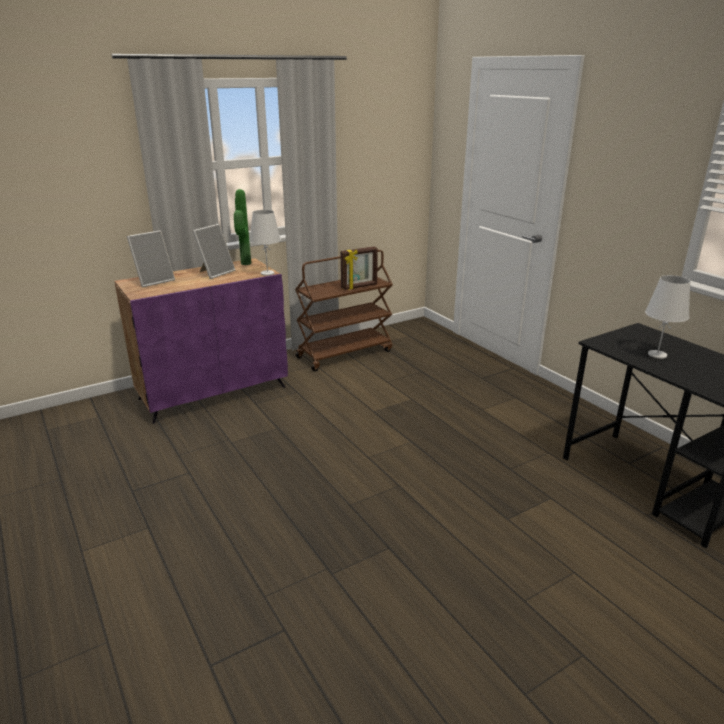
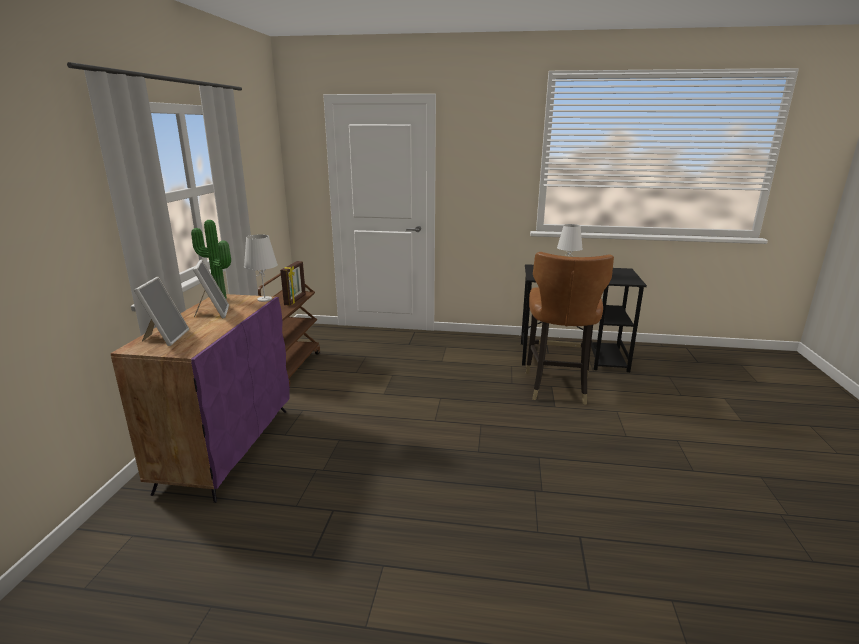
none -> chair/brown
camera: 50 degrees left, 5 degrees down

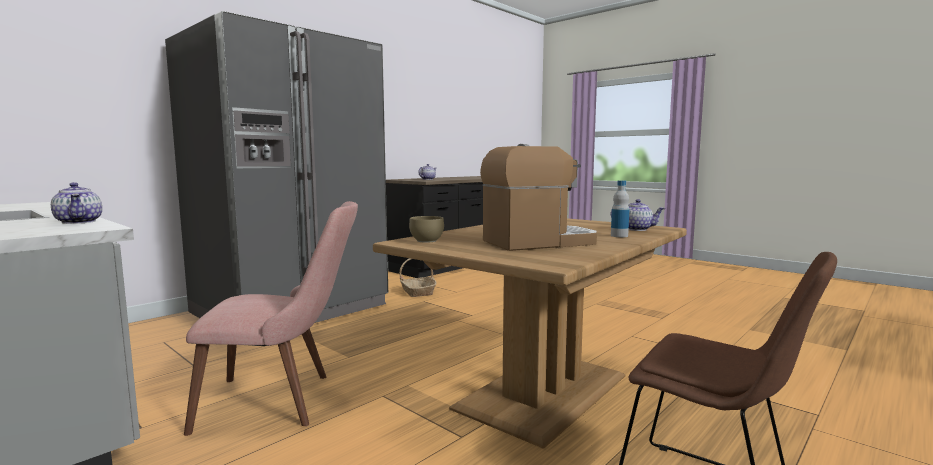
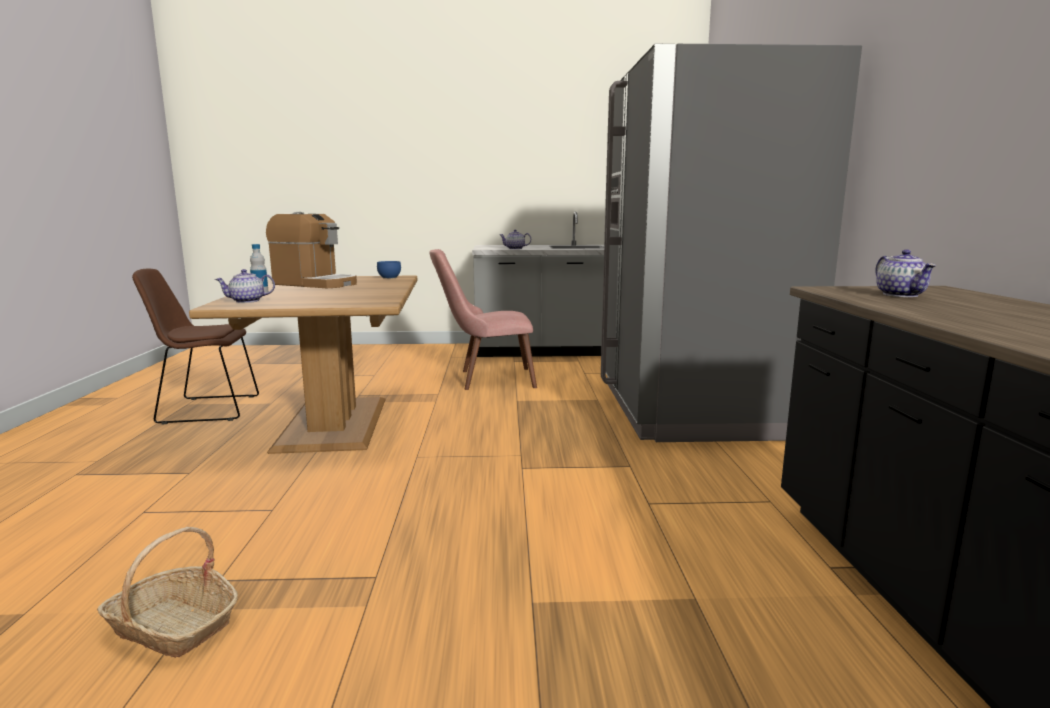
basket, moved
bowl/brown -> bowl/blue
chair/pink, 45 degrees clockwise
coffee machine, 90 degrees counterclockwise
camera: 135 degrees right, 5 degrees up

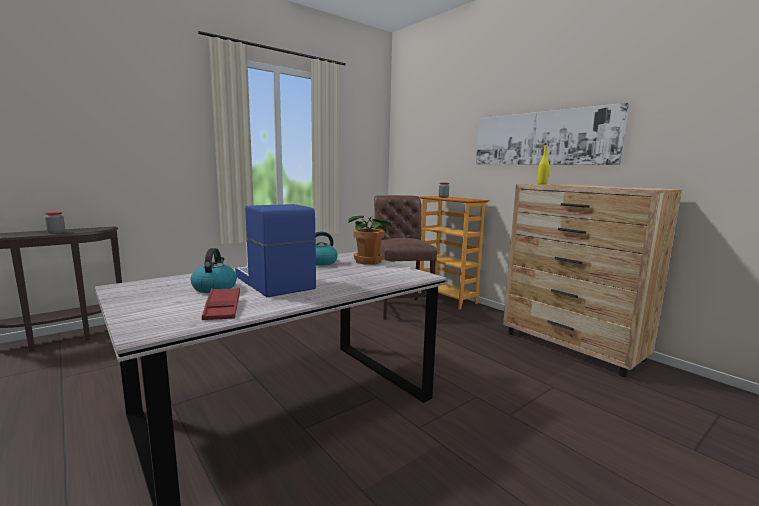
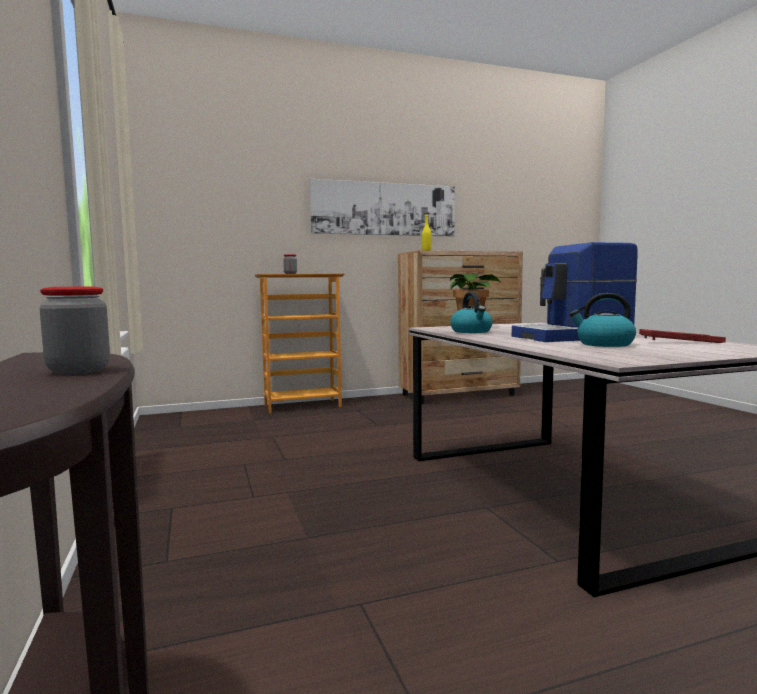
chair/brown -> none
camera: 70 degrees left, 5 degrees down

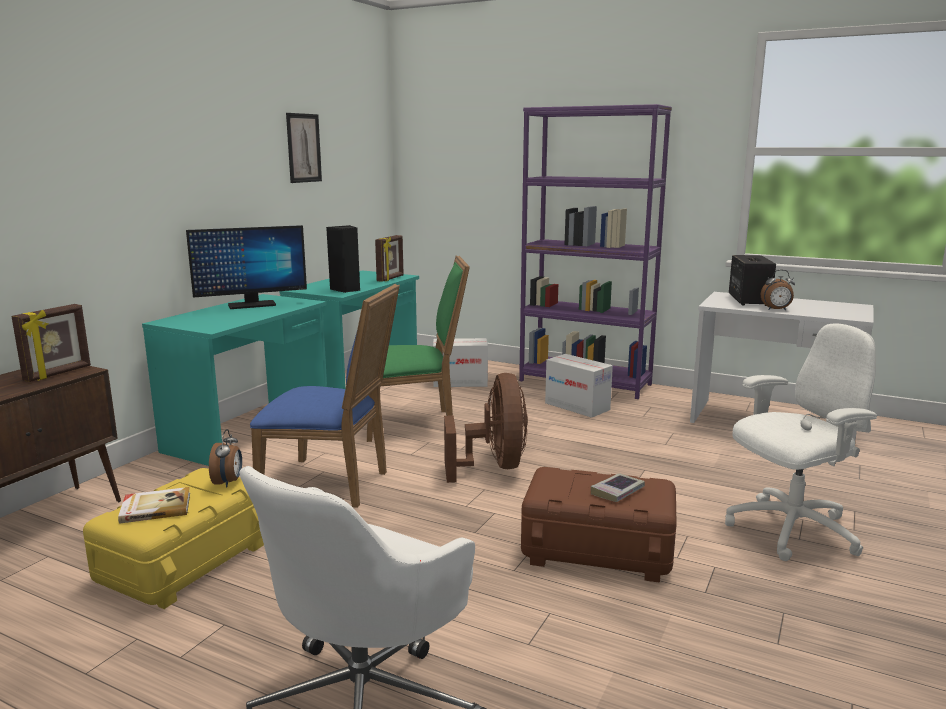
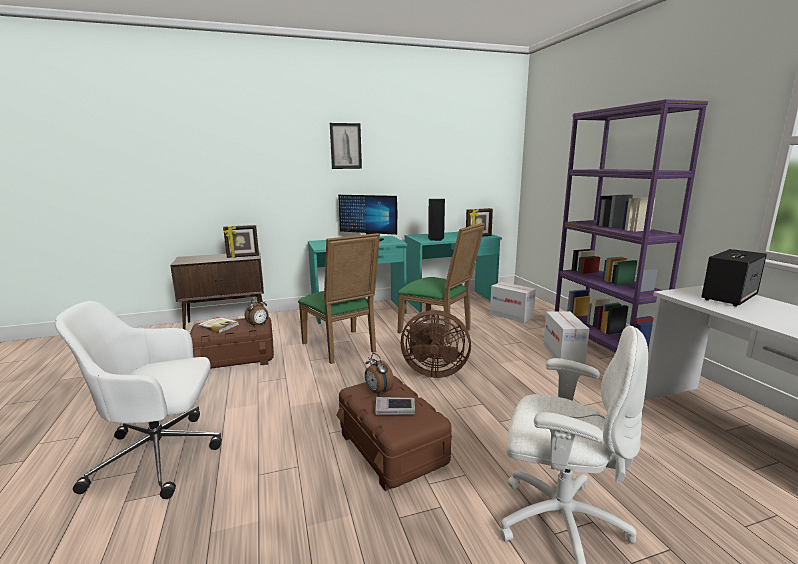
picture, moved
alarm clock (2nd from left), moved
storage box/yellow -> storage box/brown (1st from left)
chair/blue -> chair/green (1st from left)
fan/brown, 60 degrees clockwise
camera: 45 degrees right, 0 degrees up

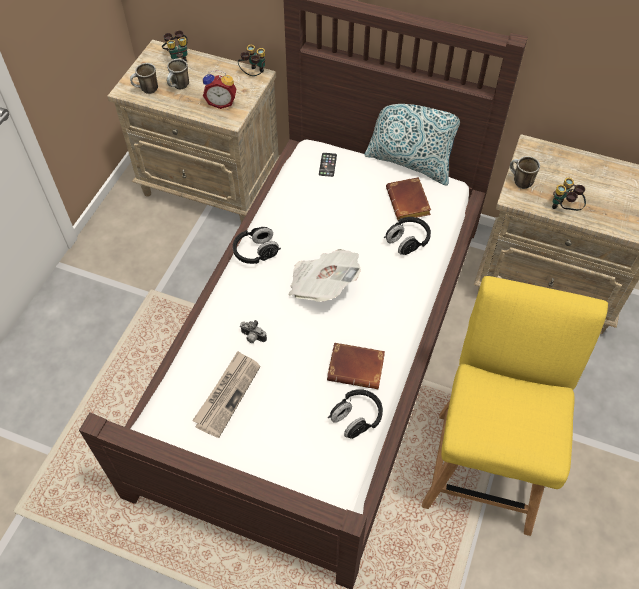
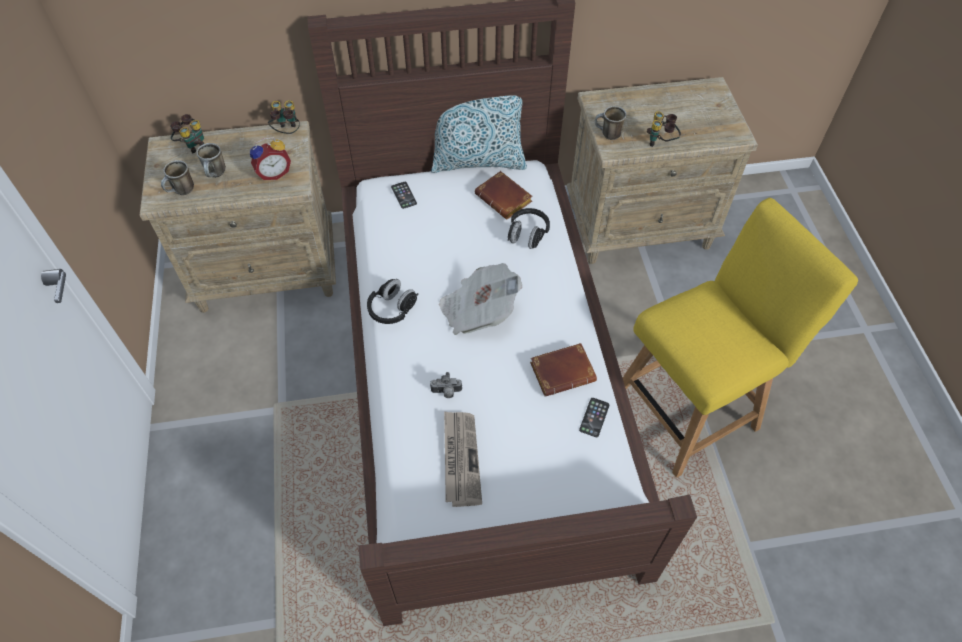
headphones/black (2nd from left) -> phone (2nd from left)
chair/yellow, 75 degrees clockwise
camera: 30 degrees left, 0 degrees up

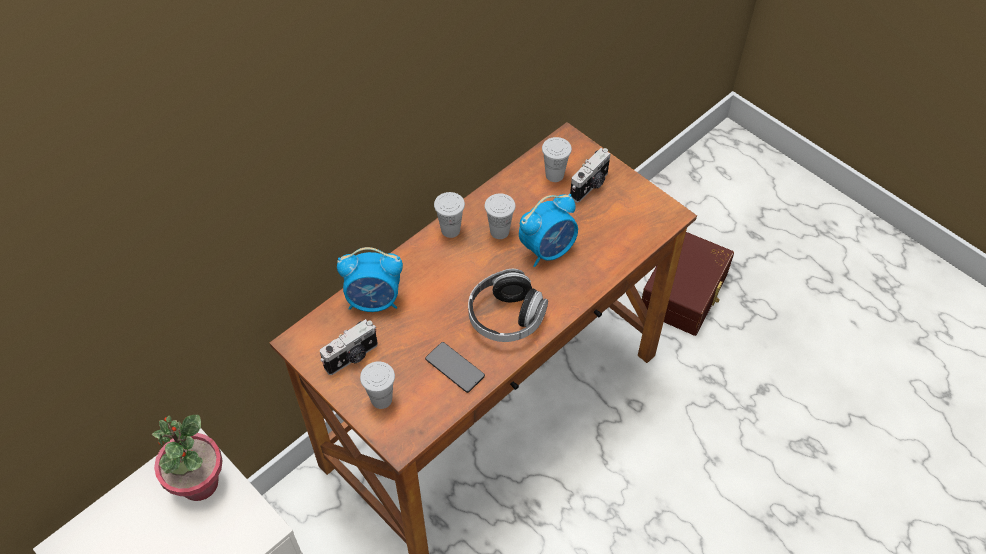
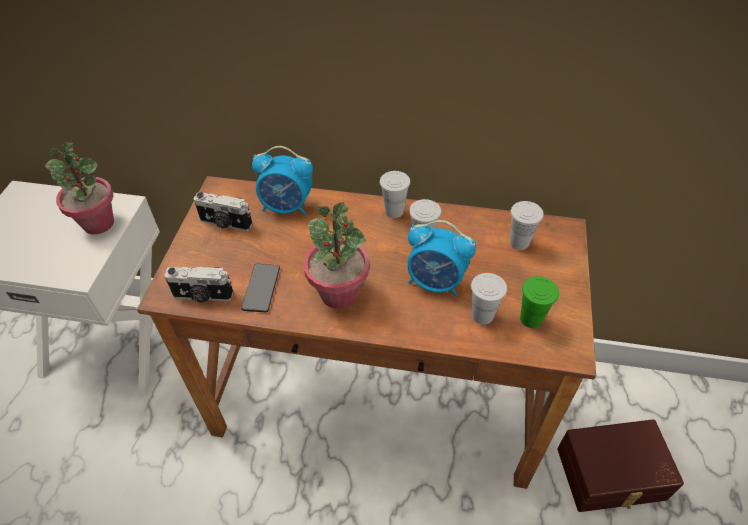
none -> cup/green
cup/white (1st from left in the first image) -> cup/white (3rd from left), moved
photo camera (2nd from left in the first image) -> photo camera (1st from left), moved
headphones -> potted plant (2nd from left)
alarm clock (1st from left), 45 degrees counterclockwise
camera: 55 degrees right, 5 degrees down

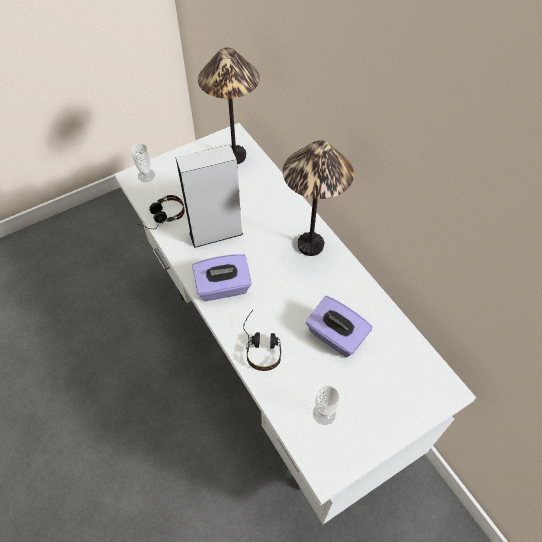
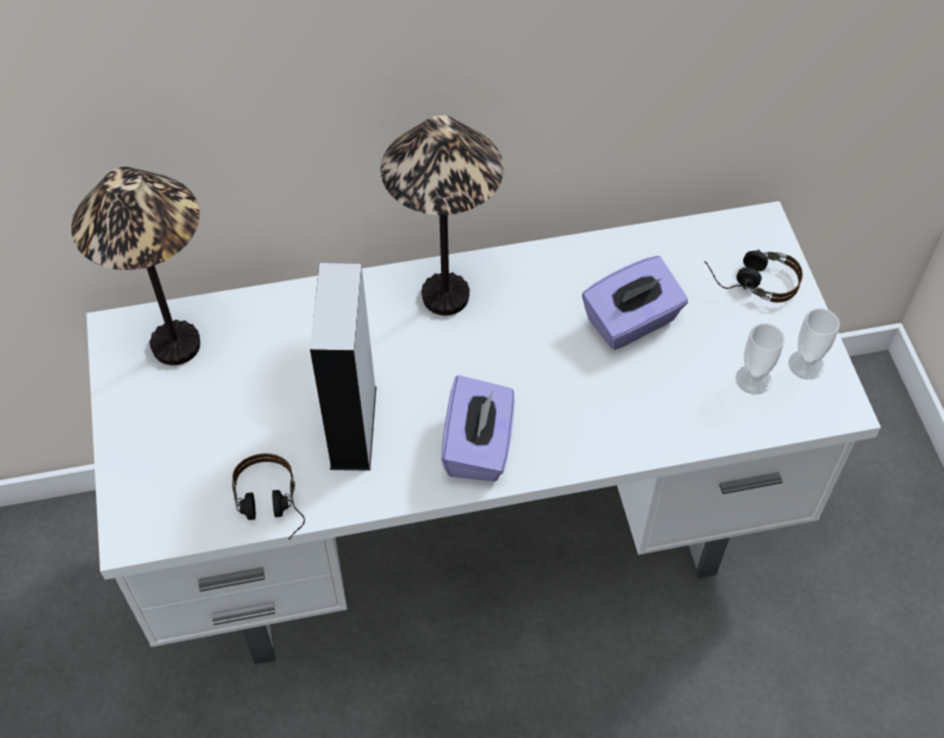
cup (1st from left in the first image) -> cup (2nd from left), moved
headphones (2nd from left), moved
camera: 70 degrees left, 0 degrees up

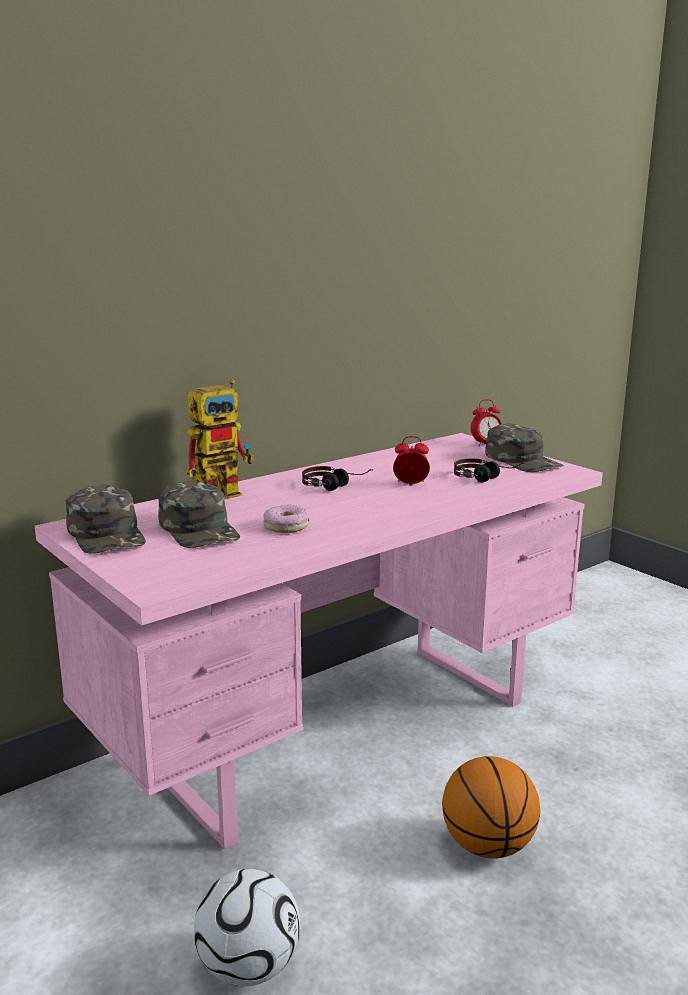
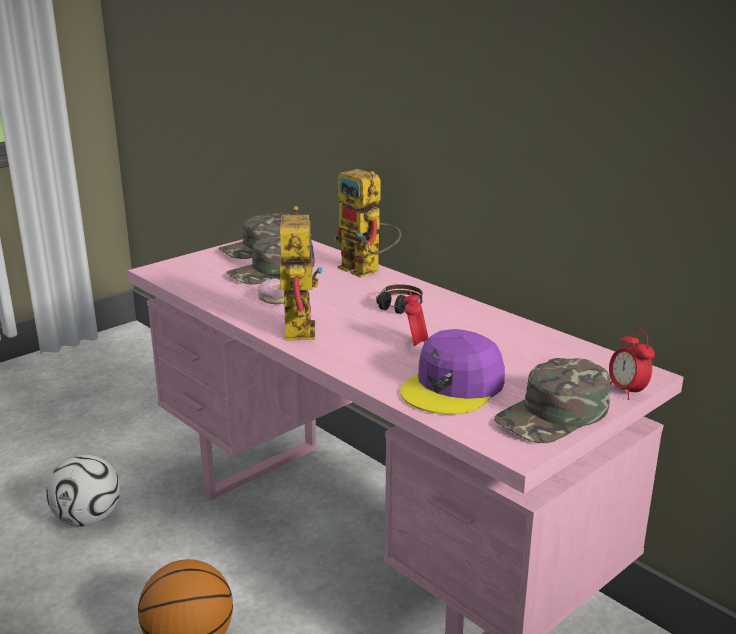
none -> toy robot (1st from left)
headphones (2nd from left) -> cap/purple
camera: 85 degrees right, 5 degrees up

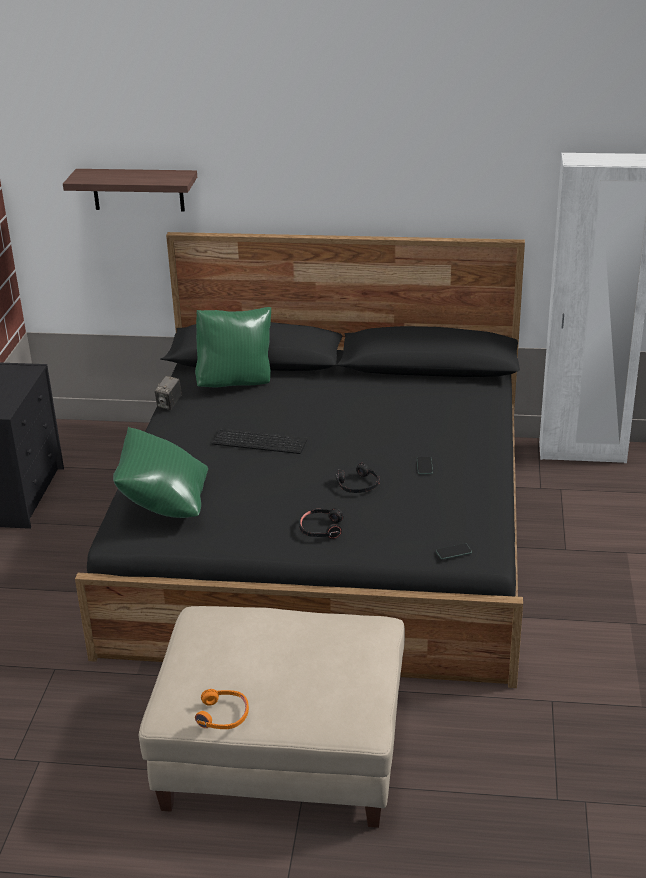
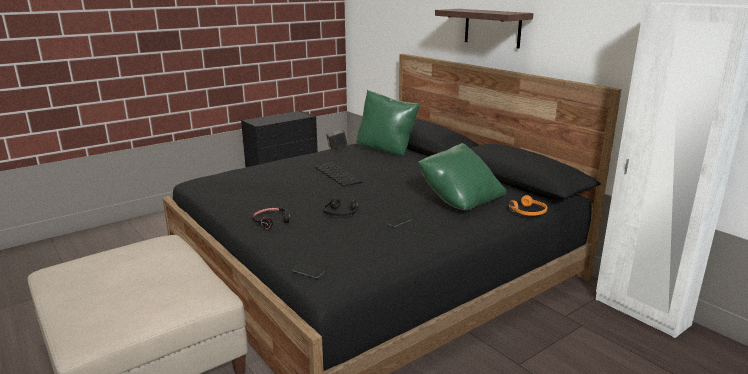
shelf, moved
pillow/green (1st from left in the first image) -> pillow/green (2nd from left), moved
headphones/orange, moved
camera: 45 degrees right, 10 degrees down

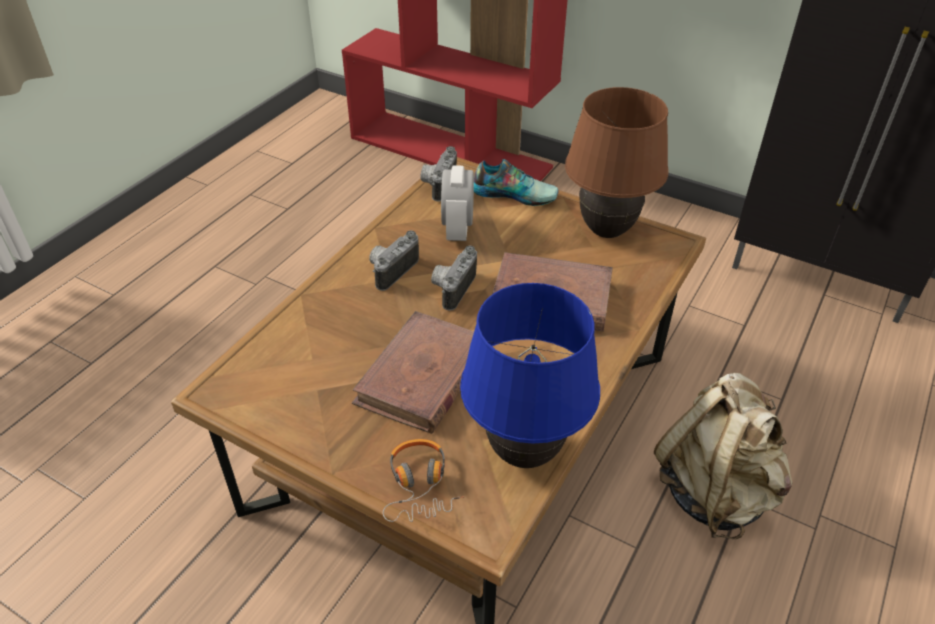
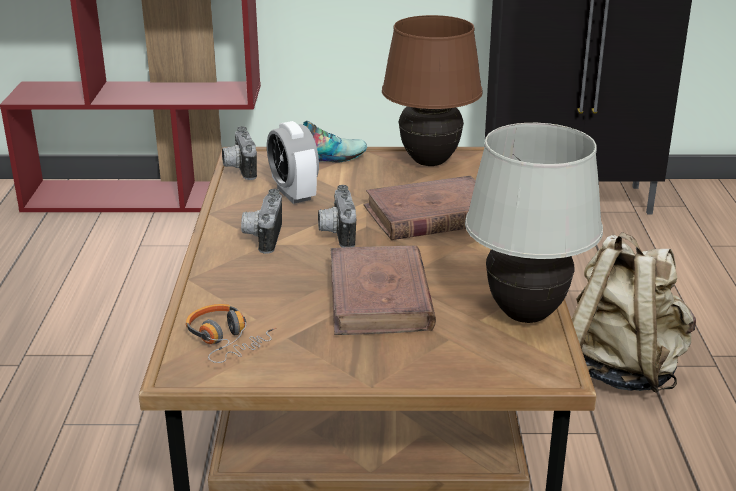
headphones, moved
table lamp/blue -> table lamp/white
camera: 30 degrees left, 15 degrees down

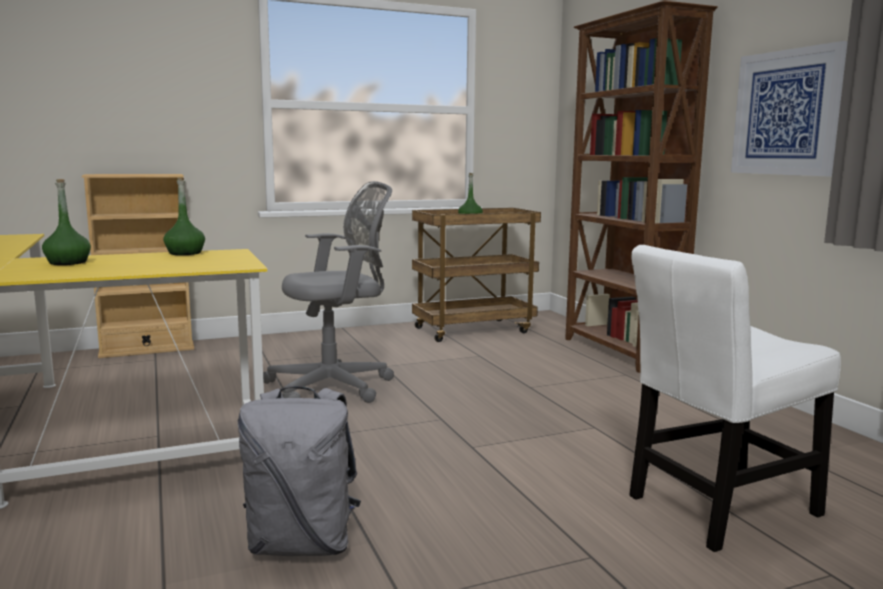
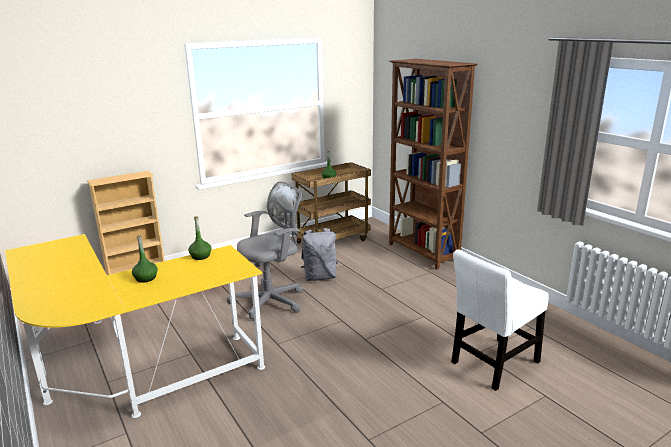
picture -> none
backpack/grey, moved
camera: 10 degrees left, 10 degrees up

